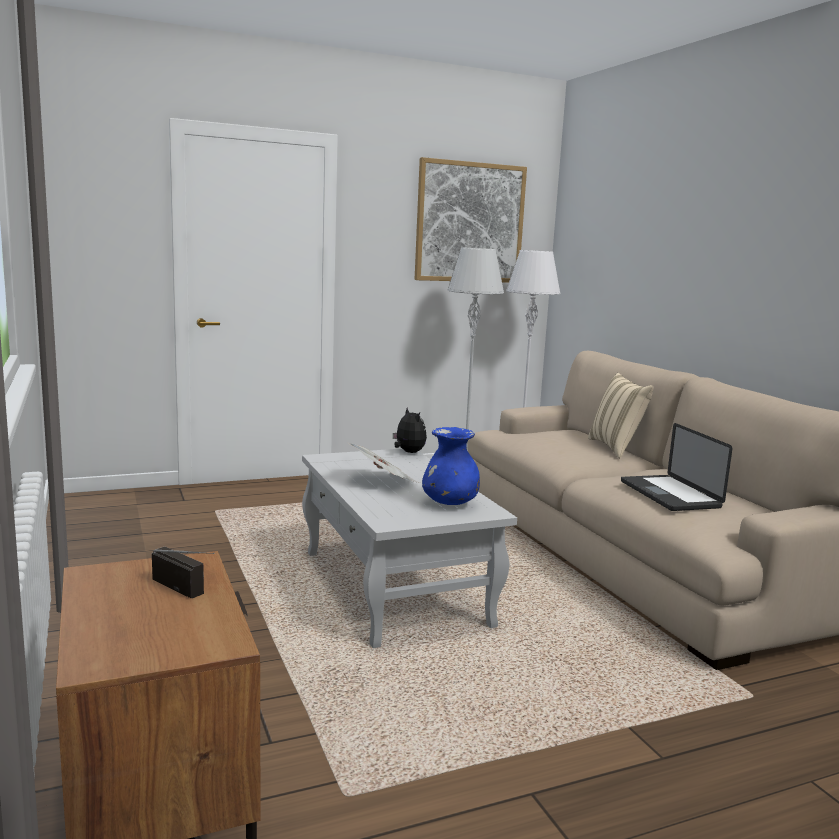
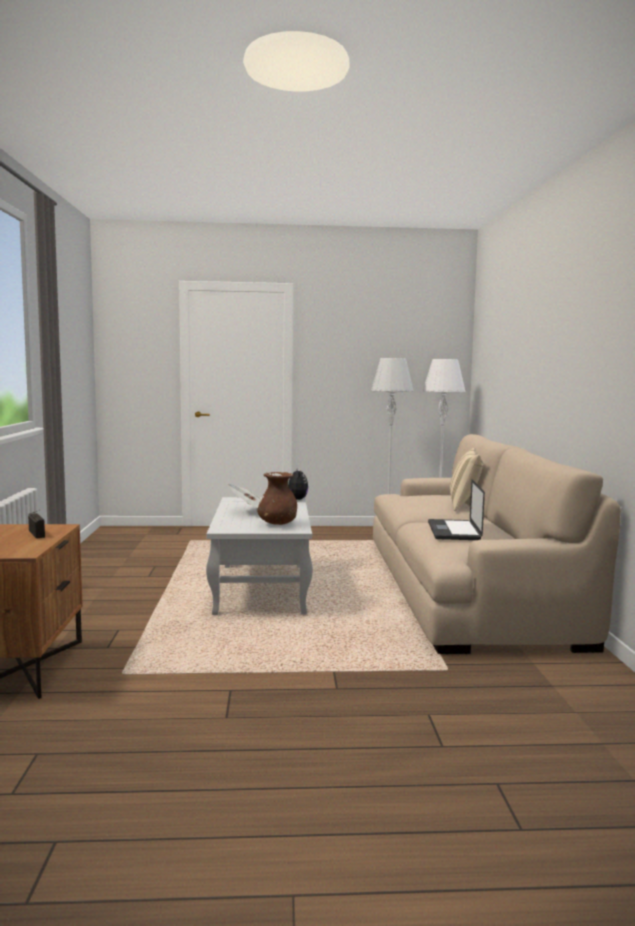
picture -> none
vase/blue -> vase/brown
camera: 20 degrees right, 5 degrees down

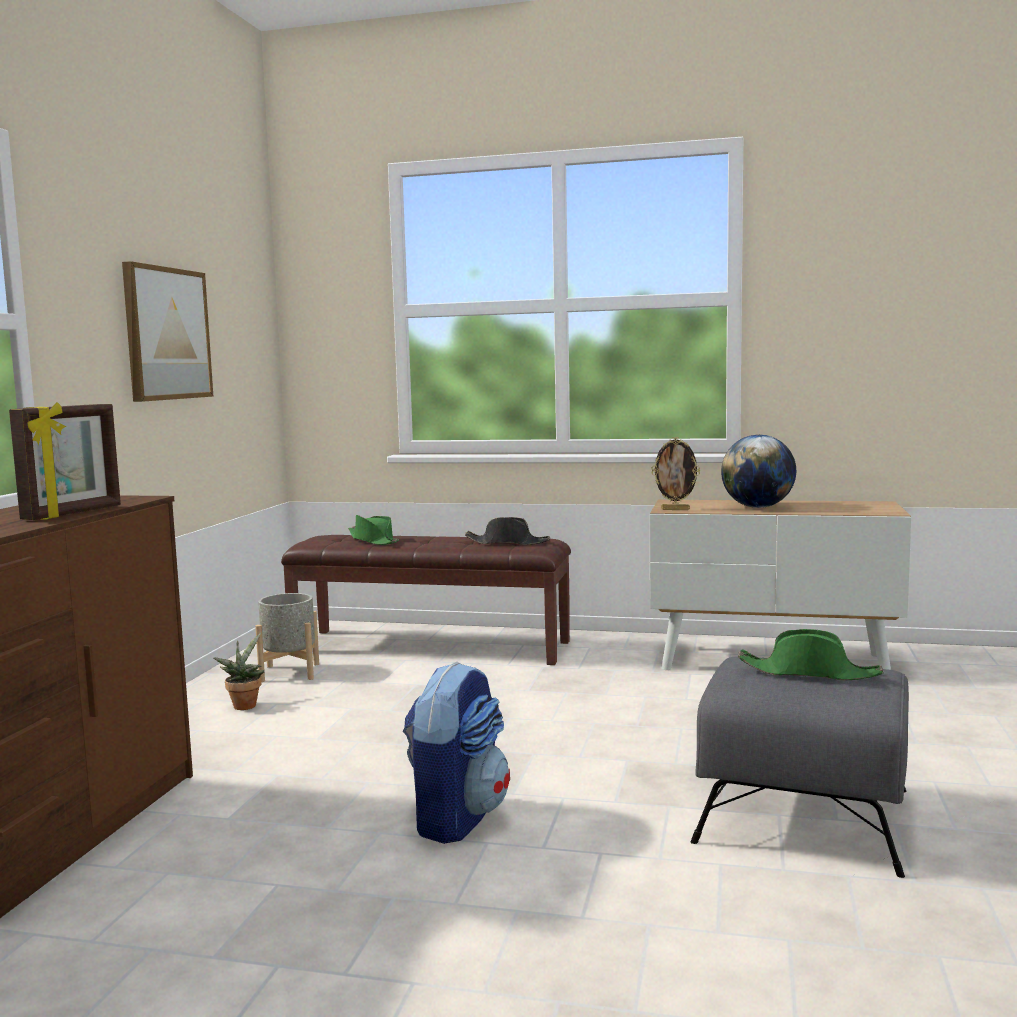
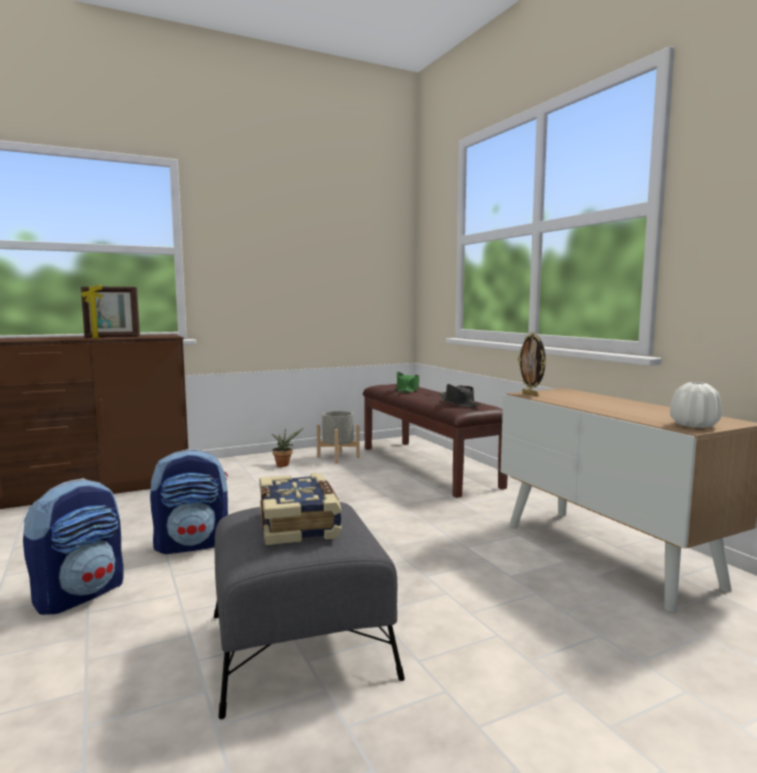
picture -> none
globe -> none
none -> backpack (1st from left)
none -> vase/white
hat/green (2nd from left) -> book
camera: 50 degrees right, 0 degrees up

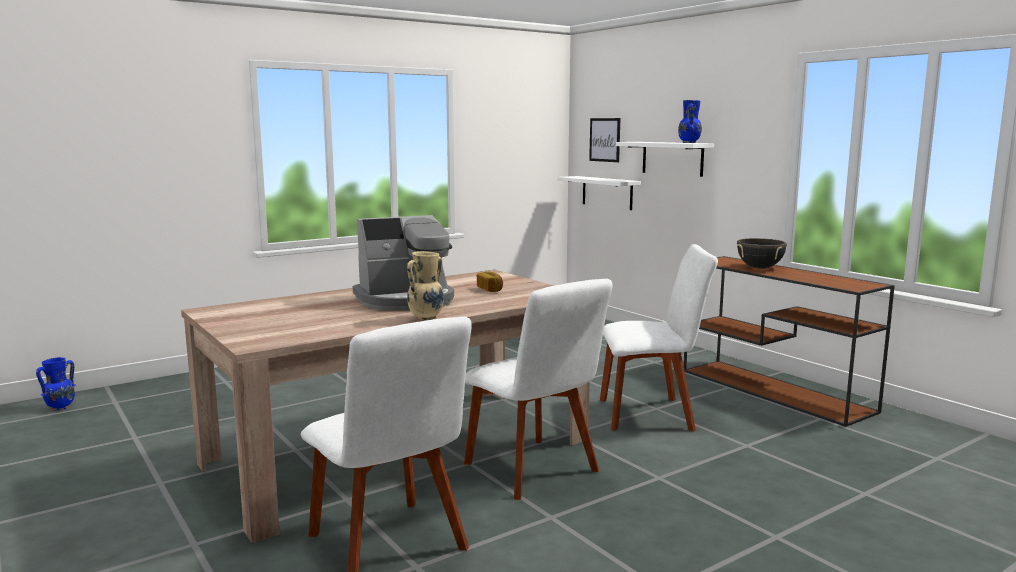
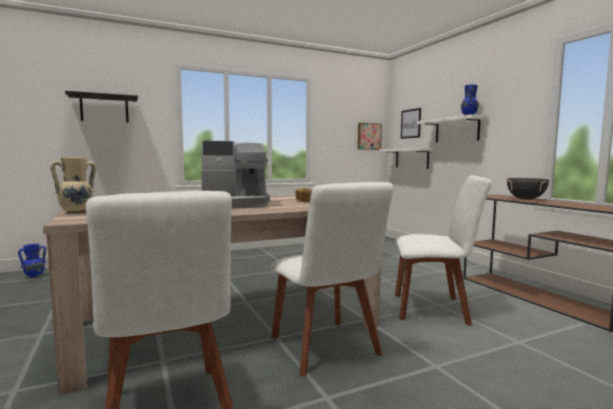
none -> shelf/black
none -> picture (1st from left)
vase/beige, moved
camera: 10 degrees right, 5 degrees down

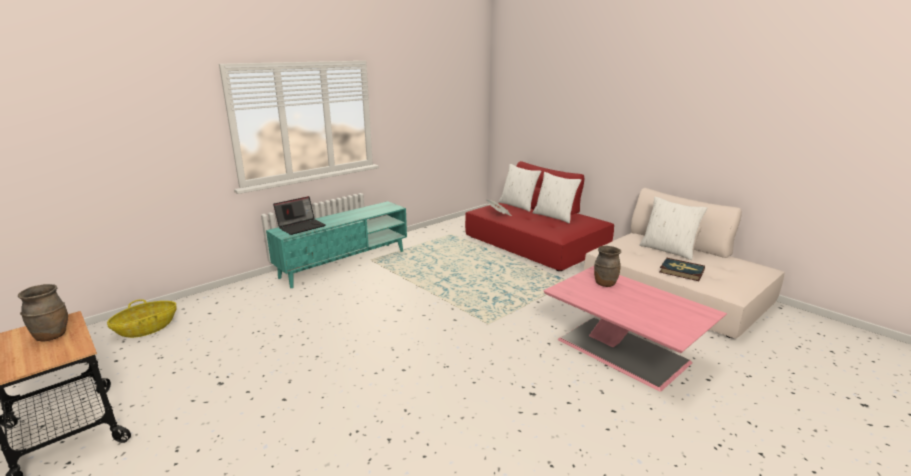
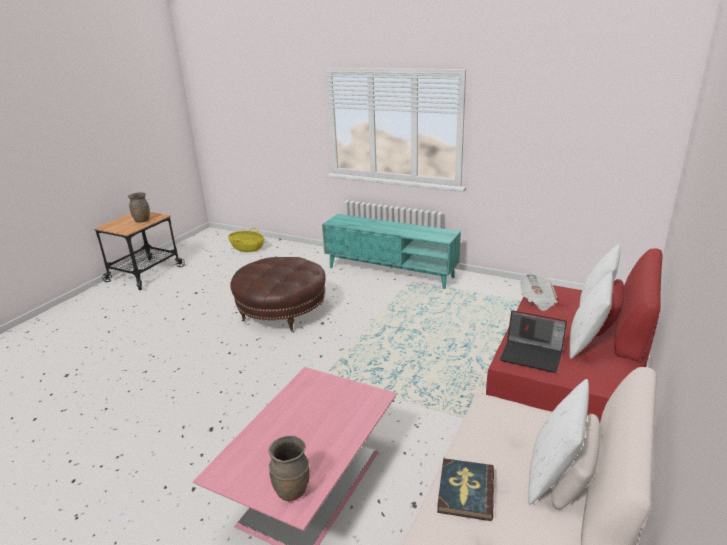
none -> ottoman/brown
laptop, moved
vase/brown (2nd from left), moved
camera: 70 degrees right, 5 degrees up

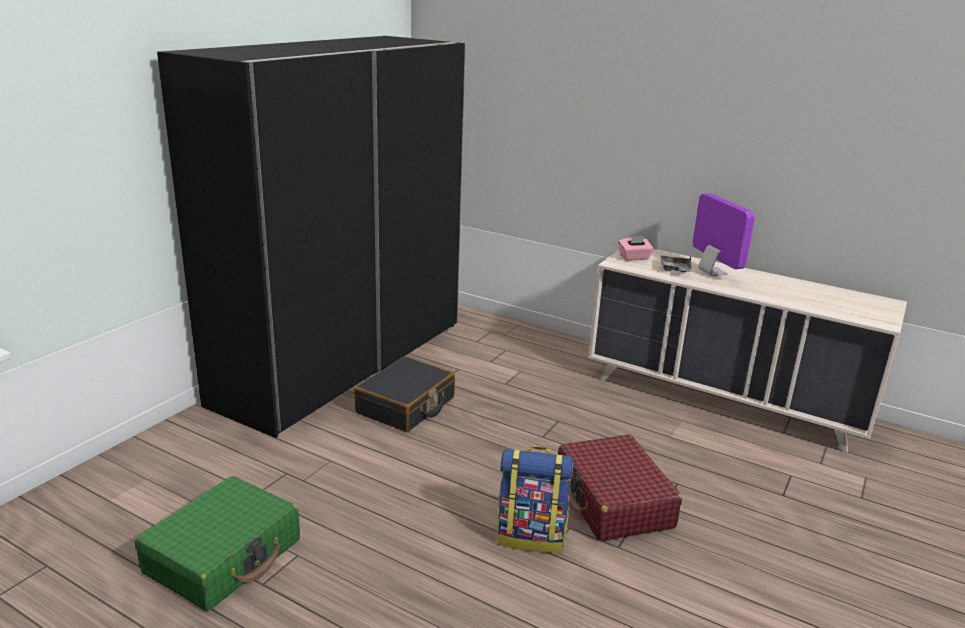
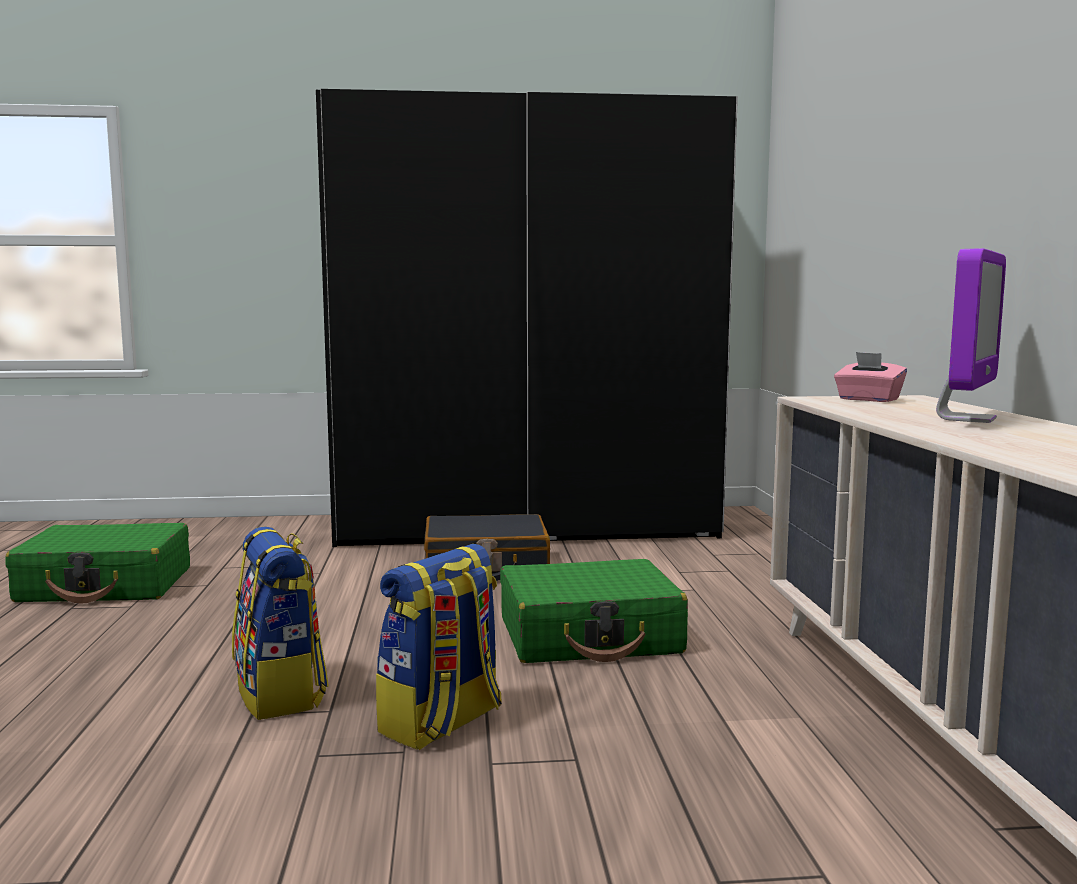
tray/grey -> none
none -> suitcase/green (2nd from left)
suitcase/red -> backpack (2nd from left)
camera: 55 degrees right, 15 degrees down

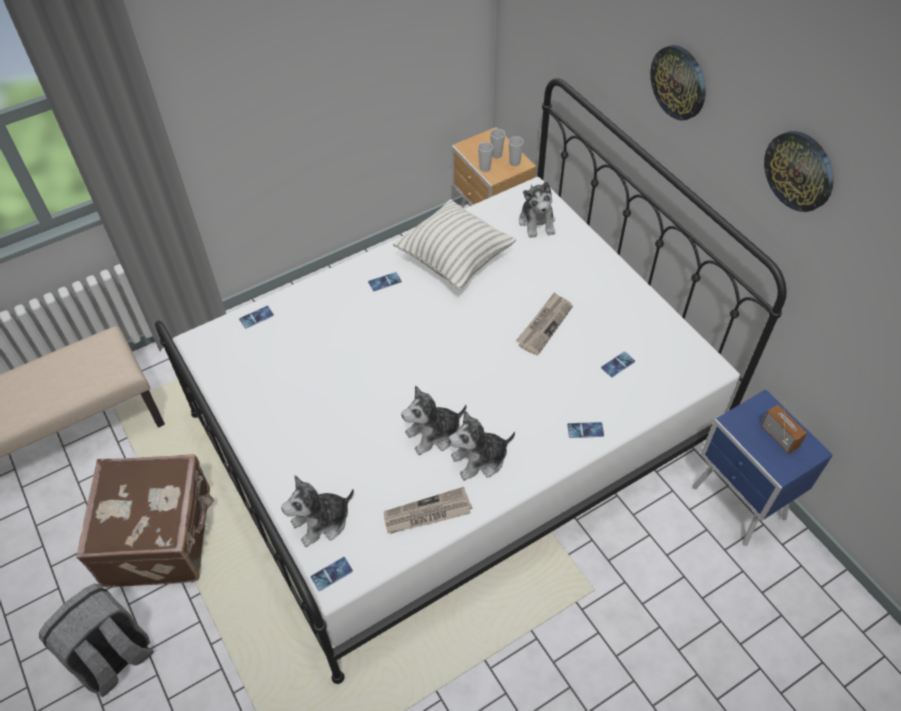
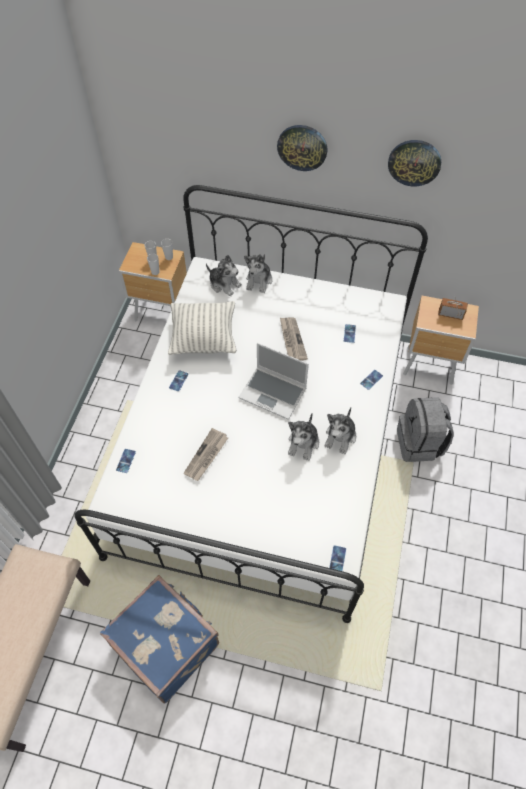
none -> laptop
backpack/grey, moved
plush toy (1st from left in the first image) -> plush toy (2nd from left), moved
newspaper (1st from left), moved
suitcase/brown -> suitcase/blue
nightstand/blue -> nightstand/brown (2nd from left)
camera: 45 degrees left, 5 degrees up

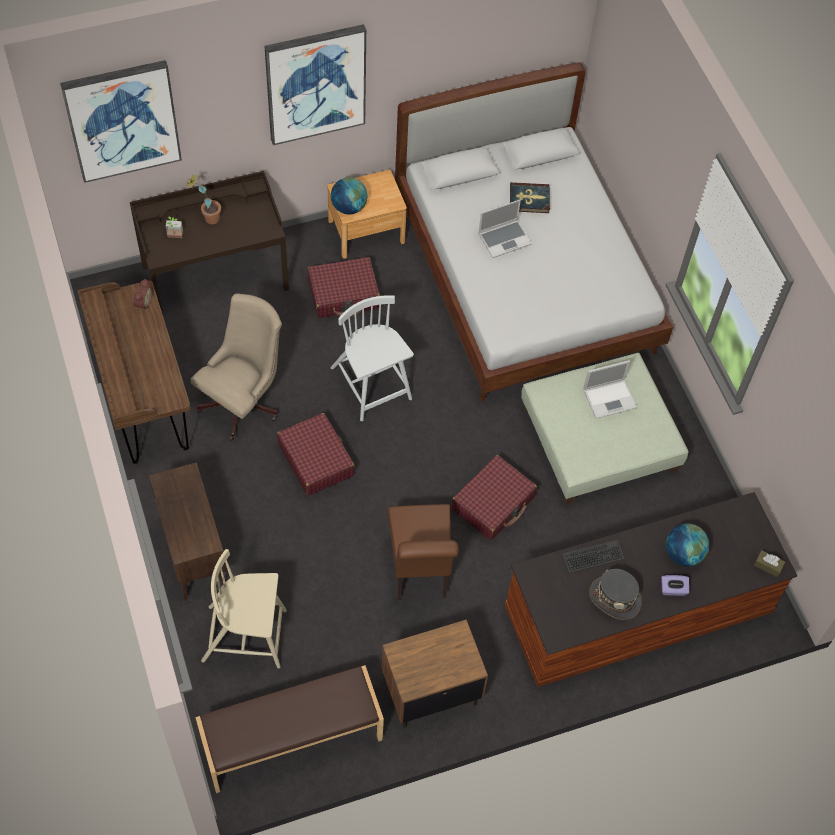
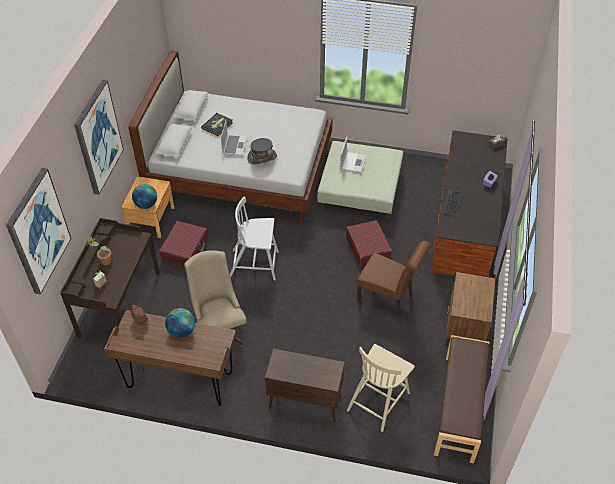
suitcase/red (1st from left) -> none
hat/grey, moved
globe (2nd from left), moved
camera: 55 degrees left, 10 degrees down

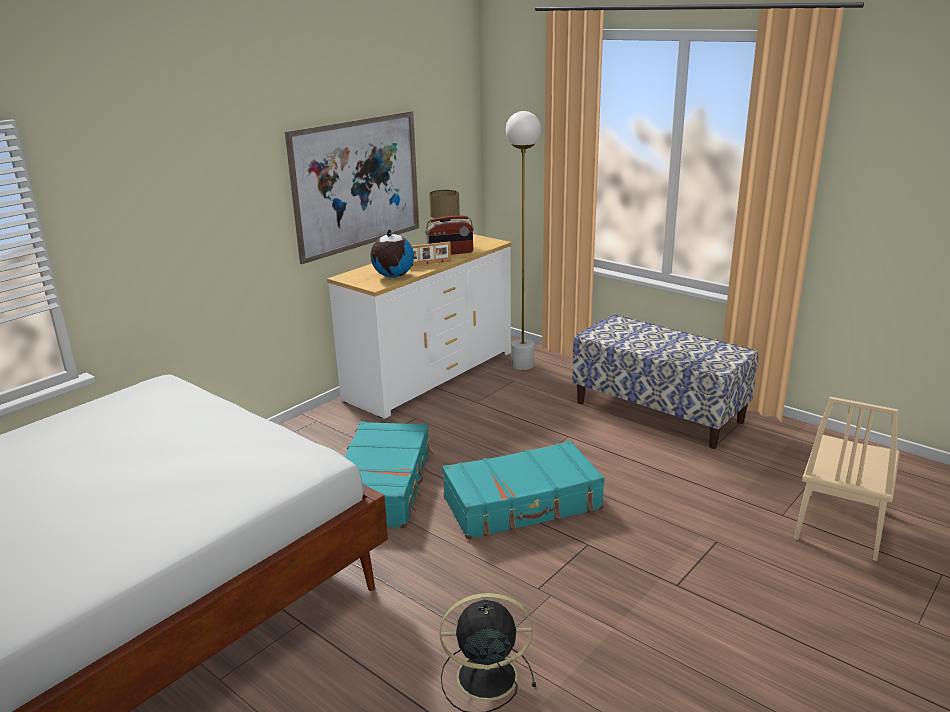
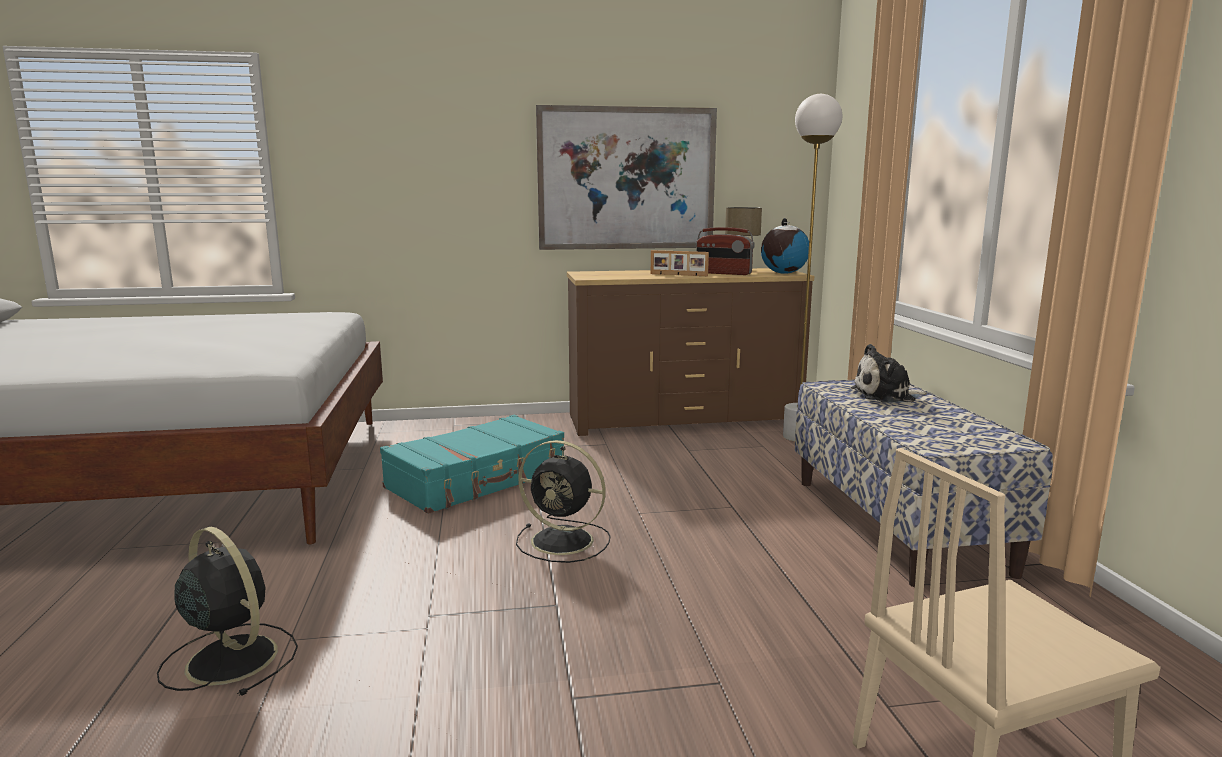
none -> plush toy
globe, moved
suitcase/turquoise (2nd from left) -> fan/black (2nd from left)
dresser/white -> dresser/brown
camera: 40 degrees right, 10 degrees down

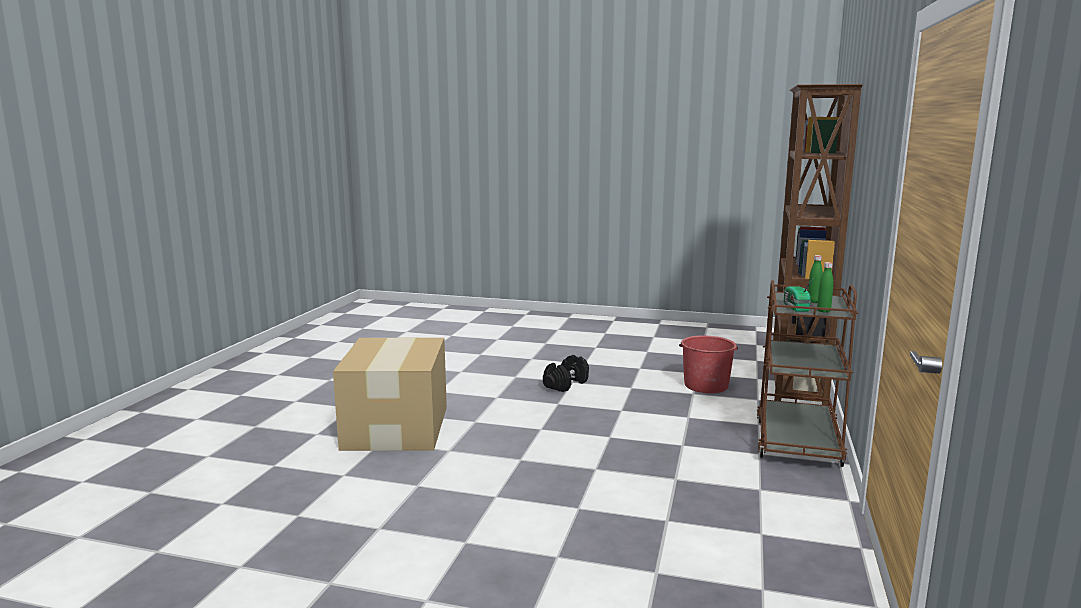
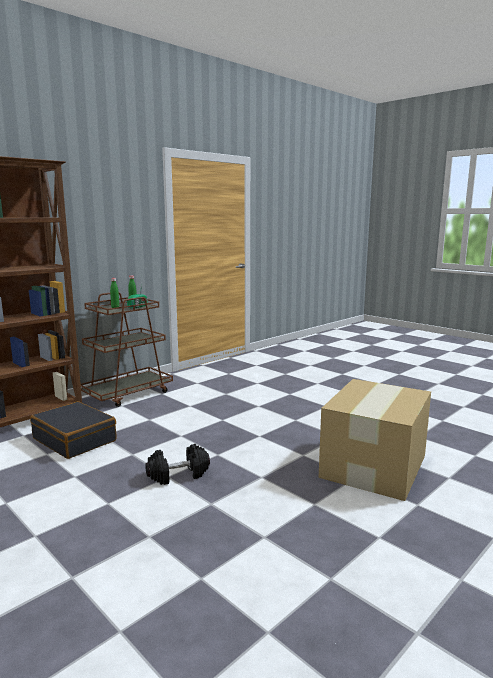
bucket/red -> suitcase/black
camera: 150 degrees left, 0 degrees up

